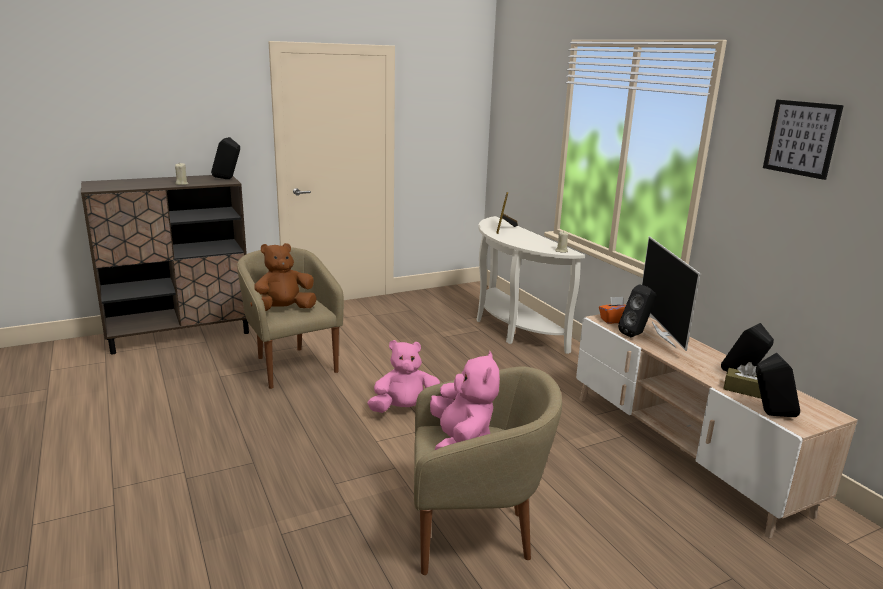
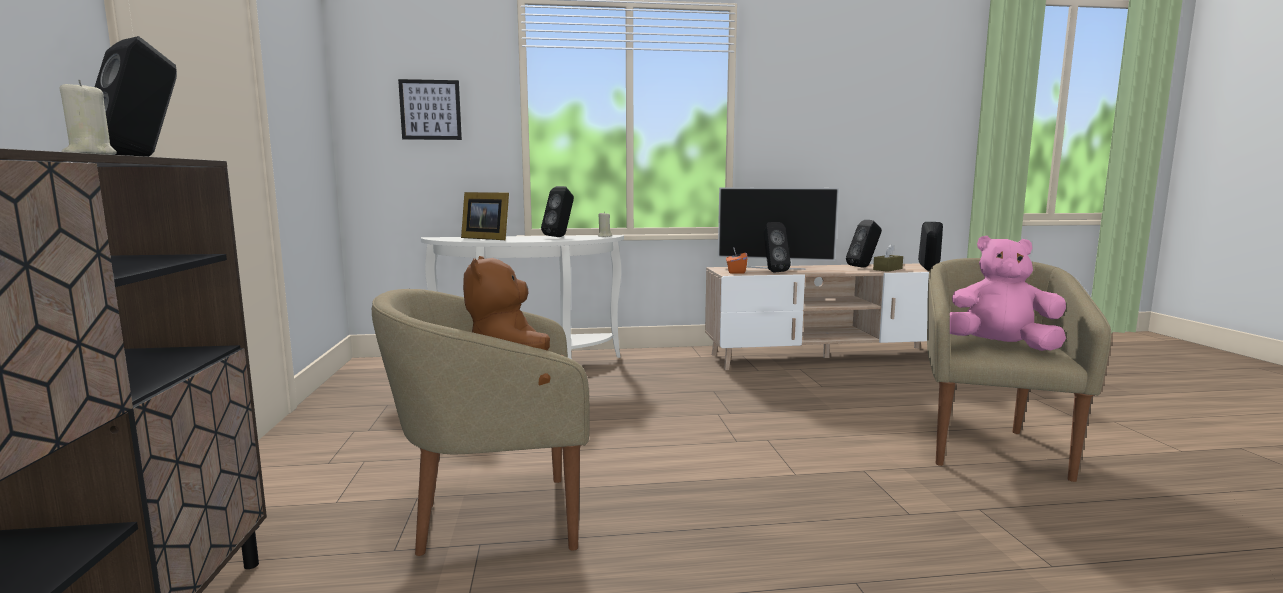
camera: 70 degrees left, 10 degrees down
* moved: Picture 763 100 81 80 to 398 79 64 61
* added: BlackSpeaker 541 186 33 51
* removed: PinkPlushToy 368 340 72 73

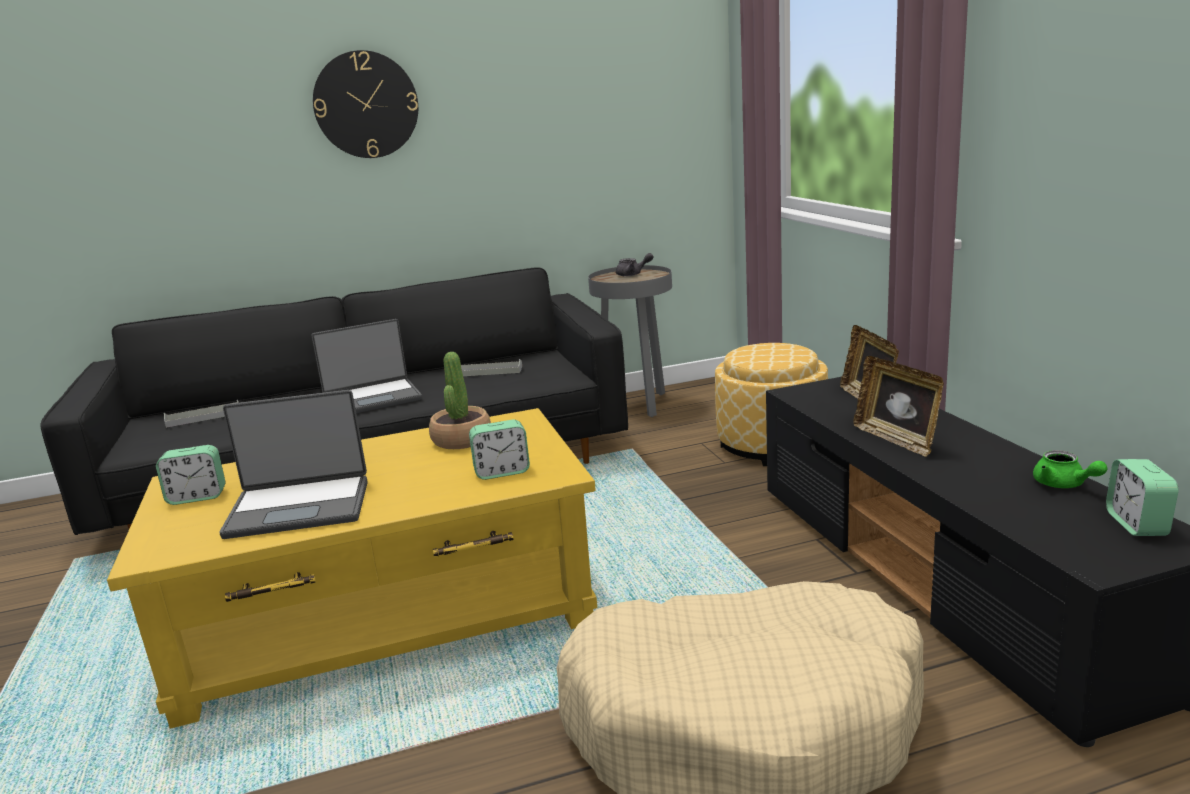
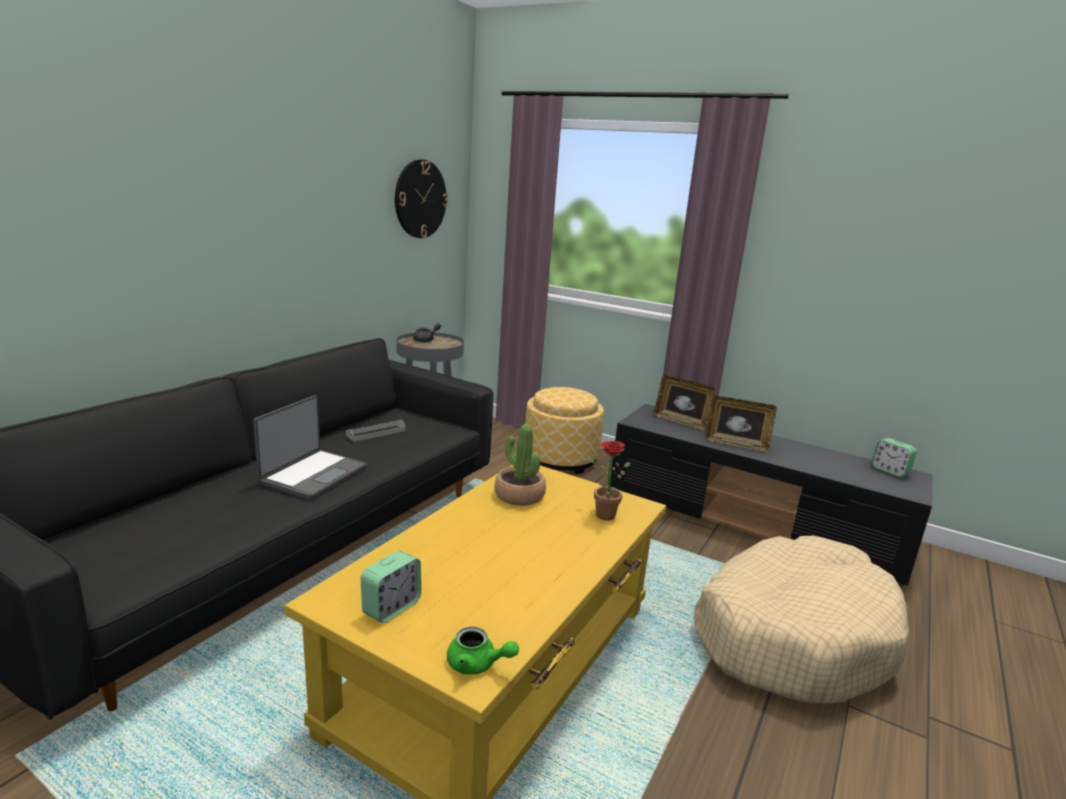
camera: 45 degrees left, 0 degrees up
* moved: WallClock 313 50 105 108 to 395 159 53 79
* moved: GreenTeapot 1033 450 74 38 to 447 626 72 49
* replaced: AlarmClock 469 420 61 60 to PottedPlant 587 441 44 79
* removed: GreyTray 164 400 75 28
* removed: Laptop 219 390 149 149

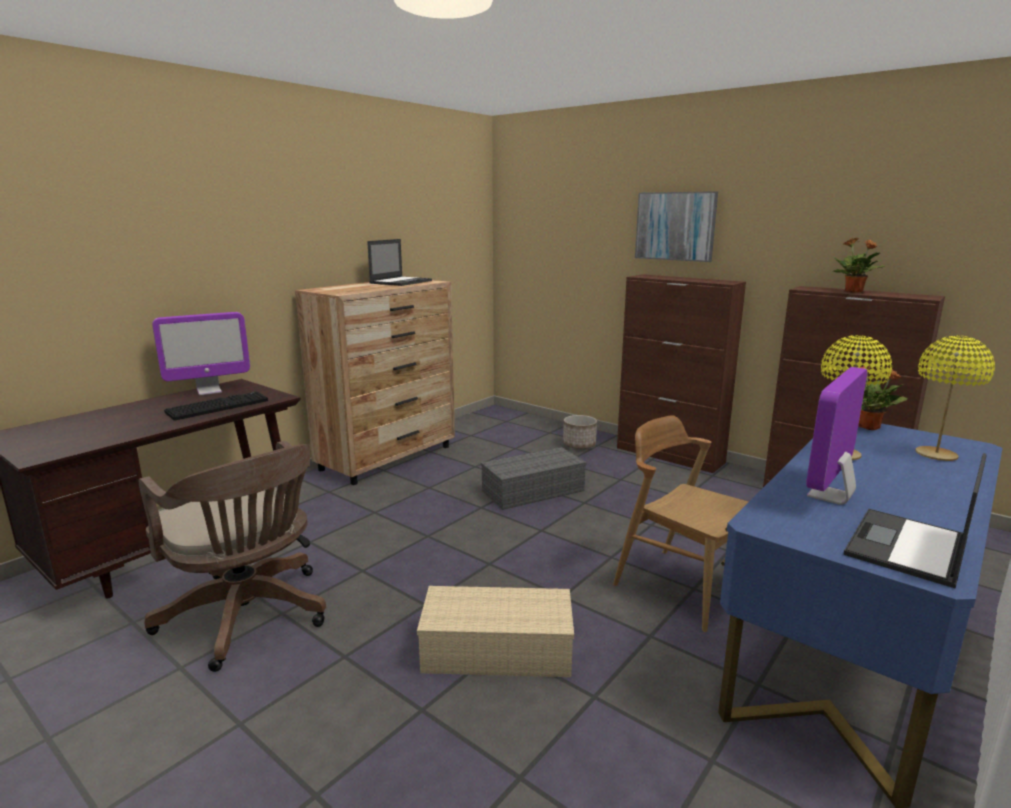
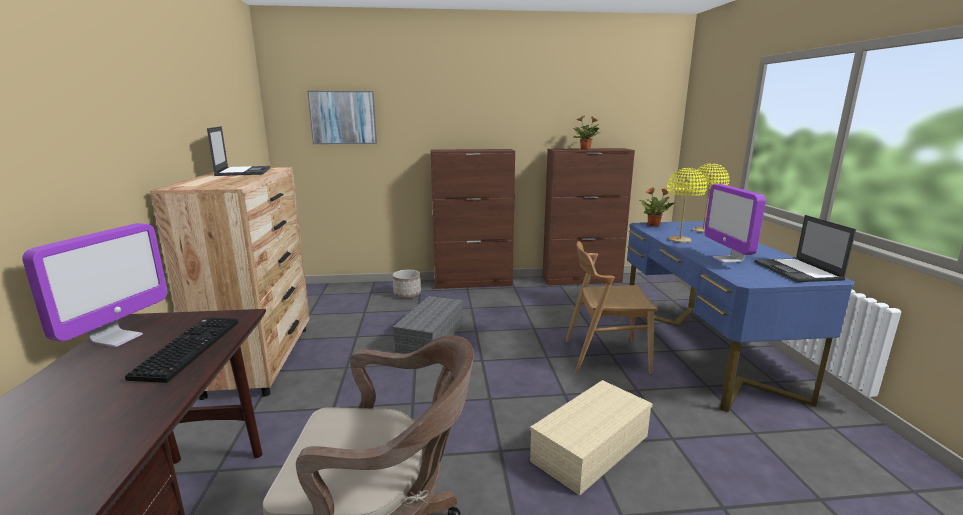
camera: 45 degrees left, 0 degrees up
* moved: Picture 635 191 83 71 to 307 91 70 53

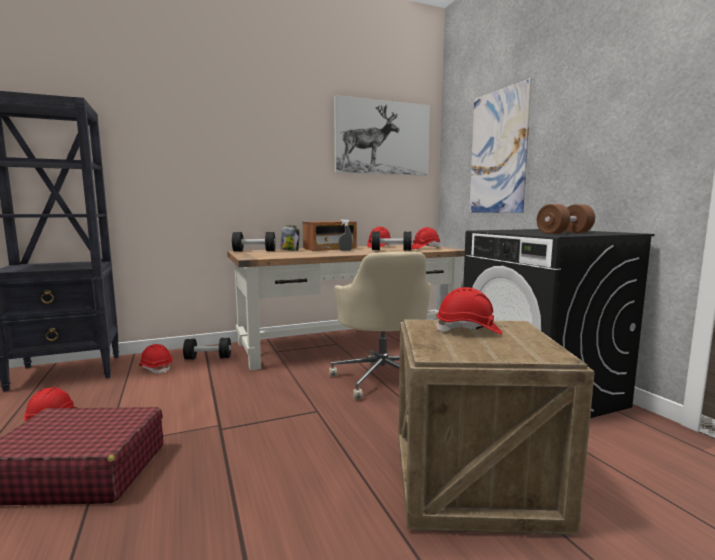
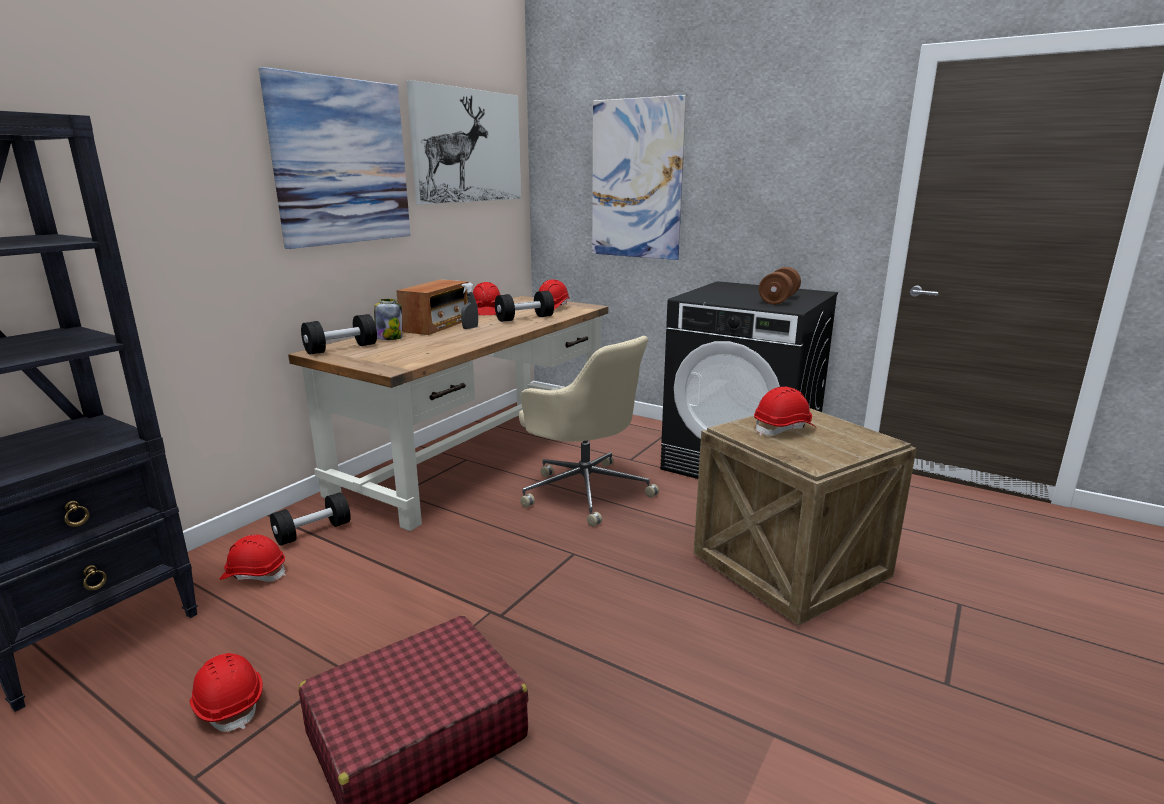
camera: 35 degrees left, 10 degrees up
* added: Picture 259 67 152 182

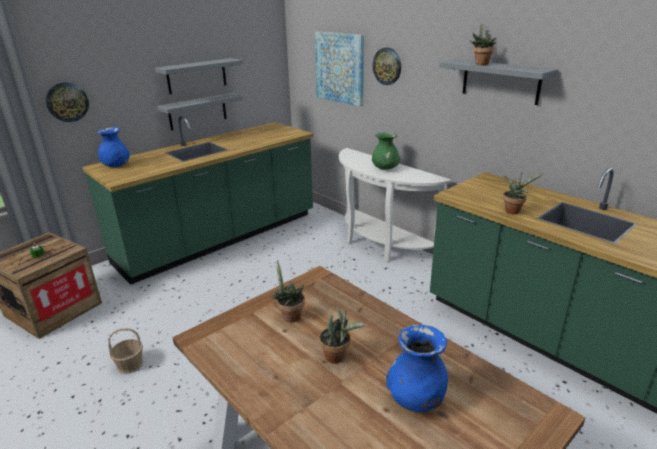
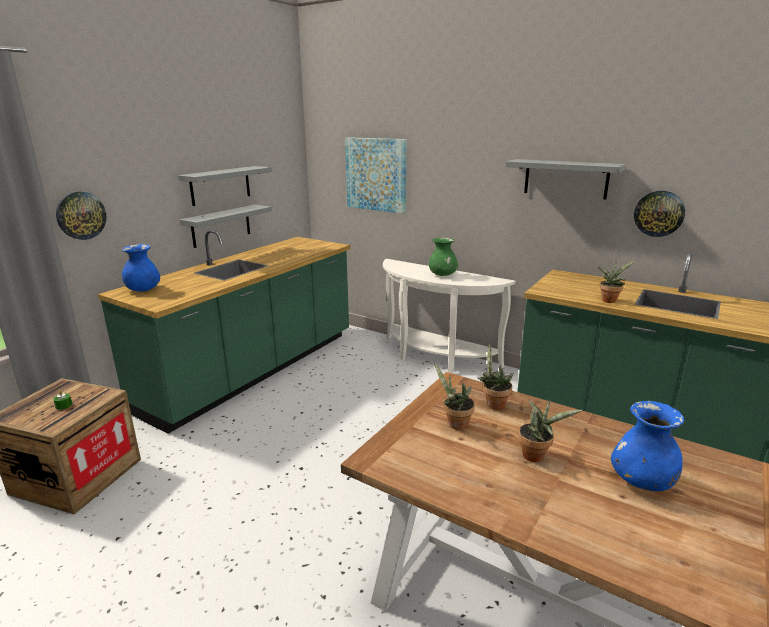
camera: 15 degrees left, 5 degrees down
* moved: PottedPlant 470 24 27 41 to 478 344 36 66
* moved: WallClock 373 48 28 37 to 634 191 51 46
* removed: Basket 108 328 35 46

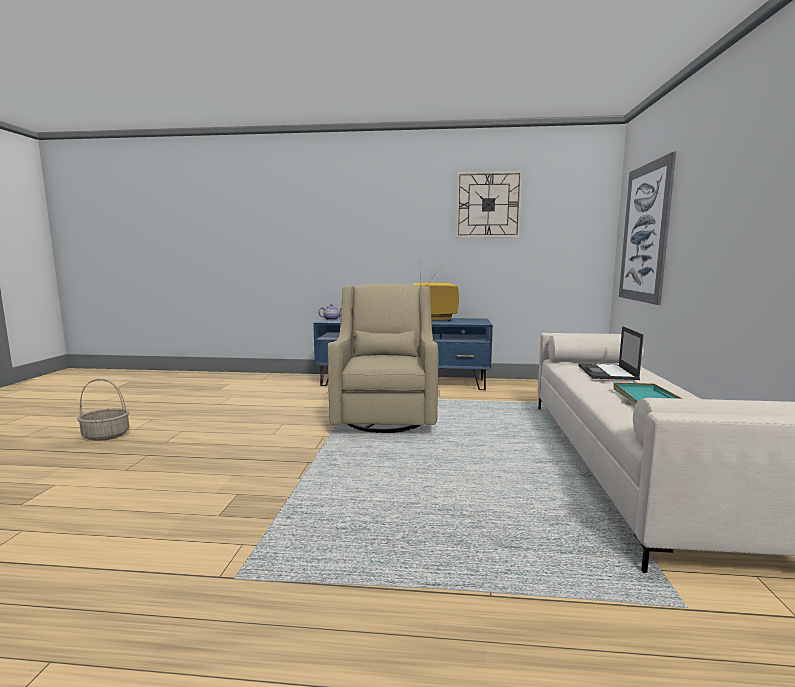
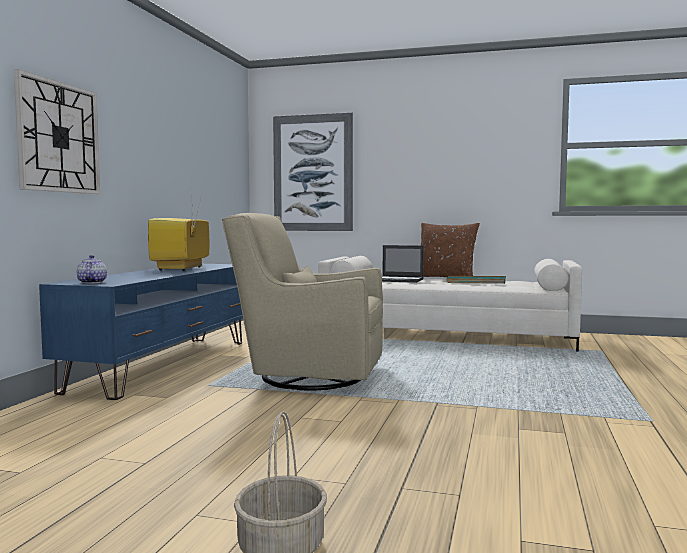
camera: 80 degrees left, 5 degrees down
* moved: WallClock 456 171 67 67 to 14 69 86 125
* added: BrownPillow 421 223 59 54

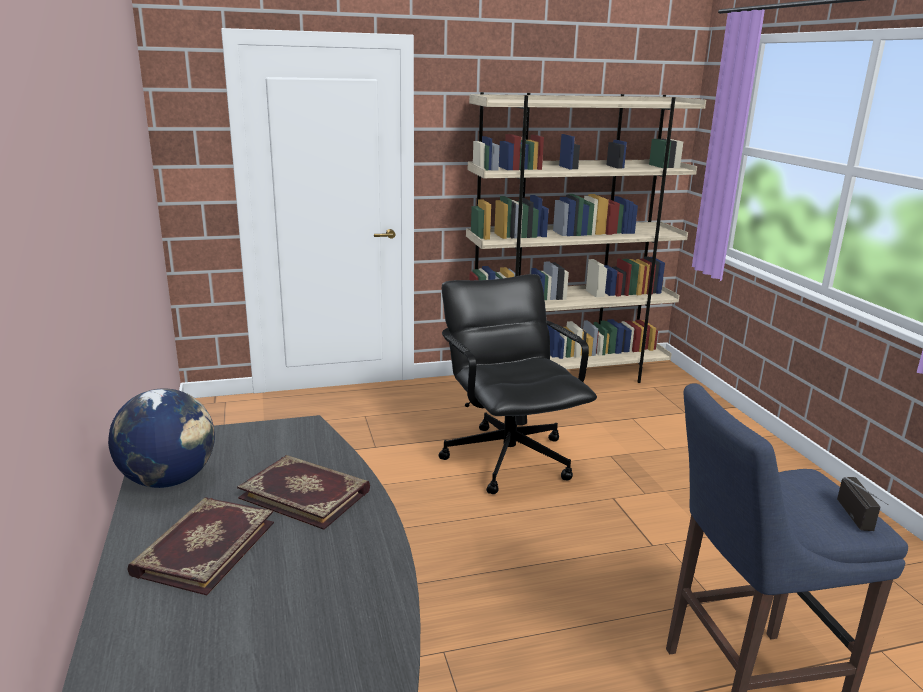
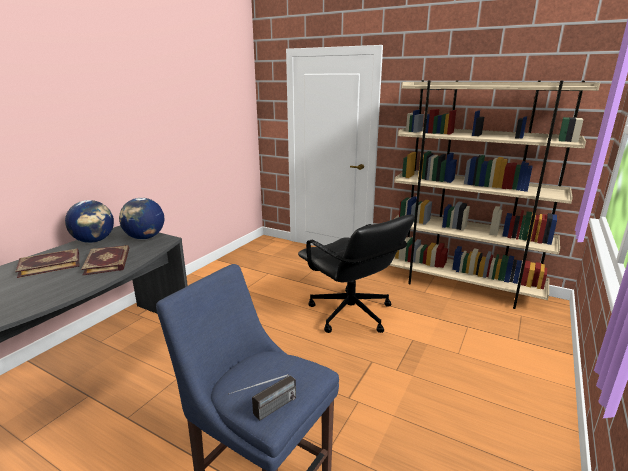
camera: 45 degrees right, 0 degrees up
* added: Globe 119 198 45 41
* turned: BlackOfficeChair 439 274 158 220 = 298 215 117 118 120 degrees clockwise

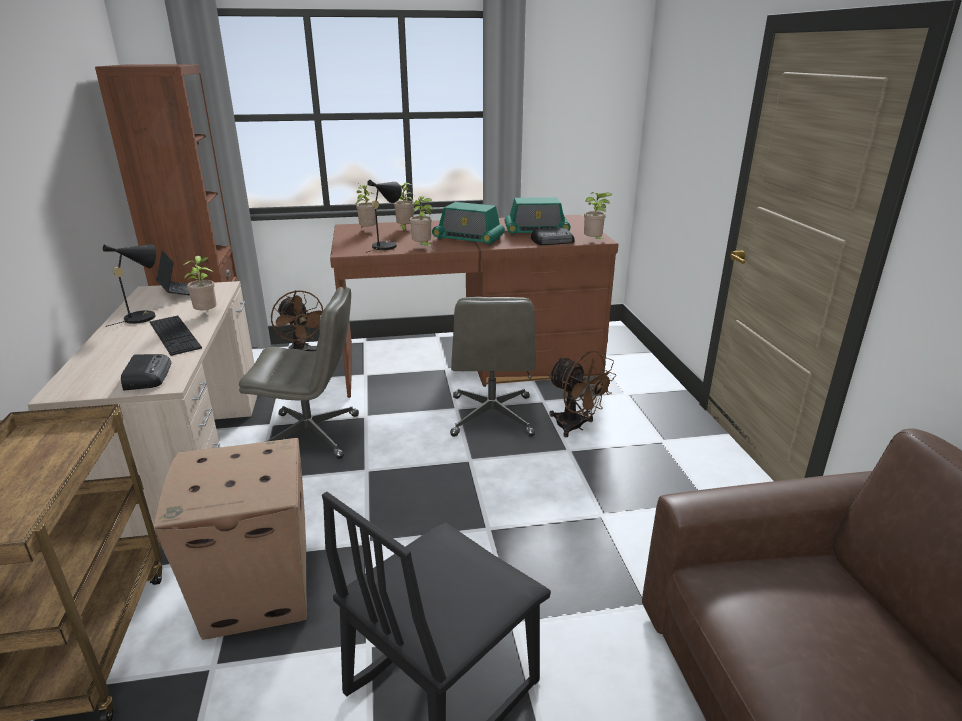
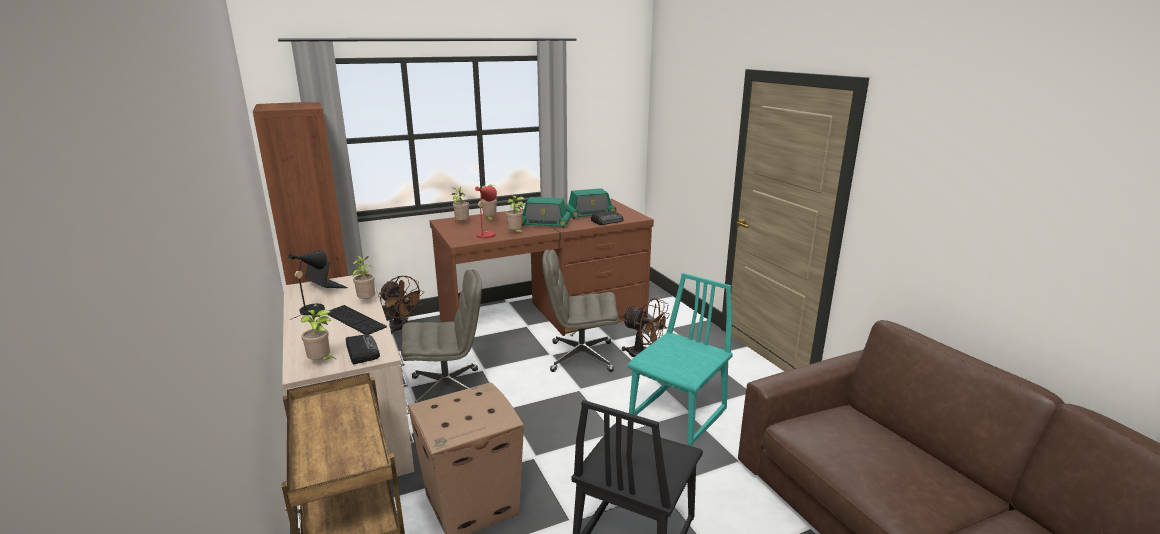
camera: 15 degrees left, 5 degrees down
* moved: PottedPlant 584 192 29 48 to 301 310 35 50
* recoloured: BlackTableLamp 366 180 36 73 to RedTableLamp 475 186 22 55
* turned: GreyOfficeChair 450 297 86 140 = 542 249 77 123 105 degrees clockwise
* added: TurquoiseChair 627 273 106 173

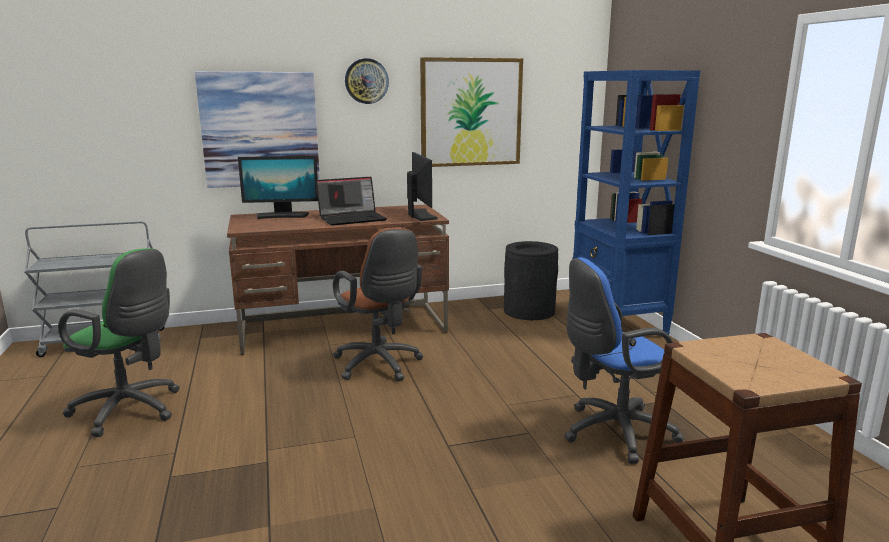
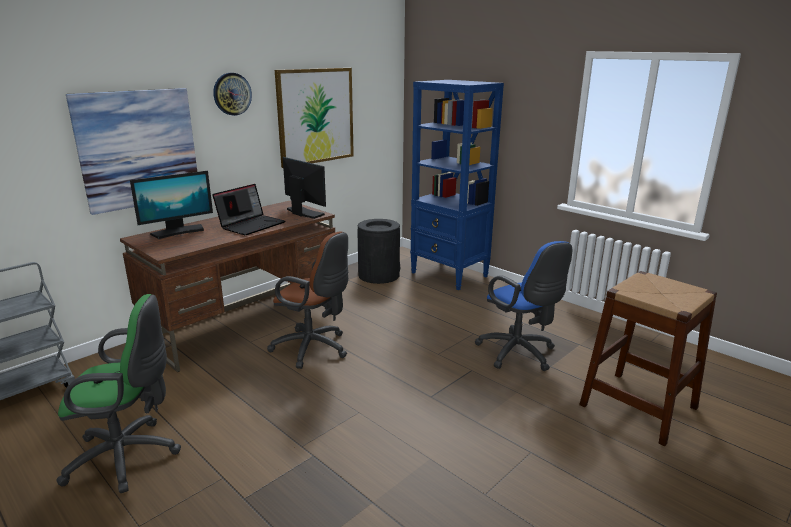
camera: 30 degrees left, 5 degrees up
* turned: BlueOfficeChair 564 257 120 207 = 475 241 97 130 75 degrees counterclockwise

